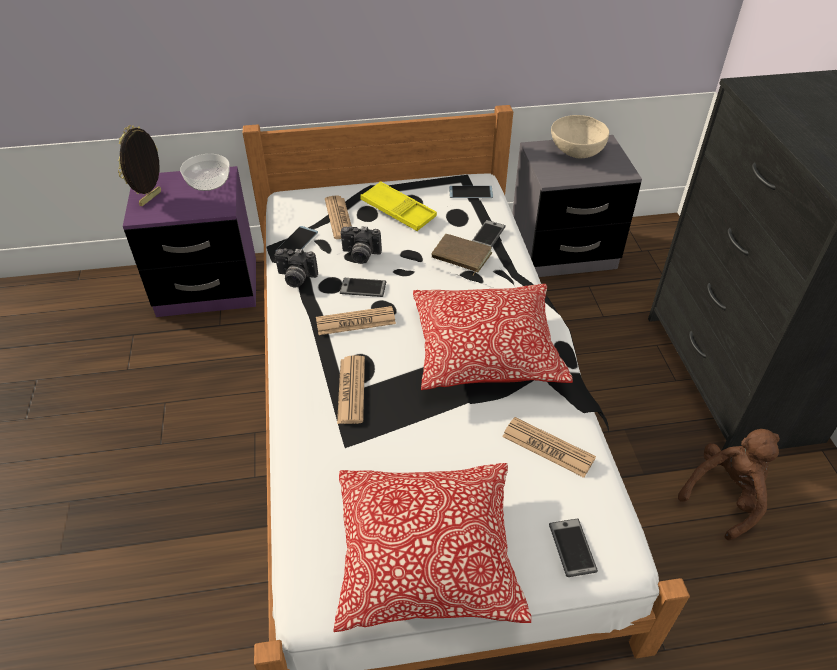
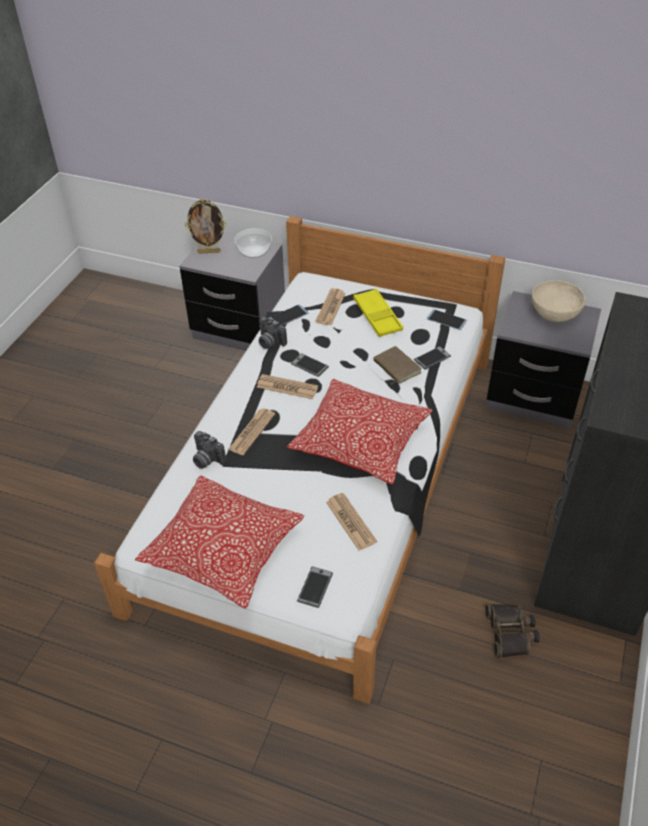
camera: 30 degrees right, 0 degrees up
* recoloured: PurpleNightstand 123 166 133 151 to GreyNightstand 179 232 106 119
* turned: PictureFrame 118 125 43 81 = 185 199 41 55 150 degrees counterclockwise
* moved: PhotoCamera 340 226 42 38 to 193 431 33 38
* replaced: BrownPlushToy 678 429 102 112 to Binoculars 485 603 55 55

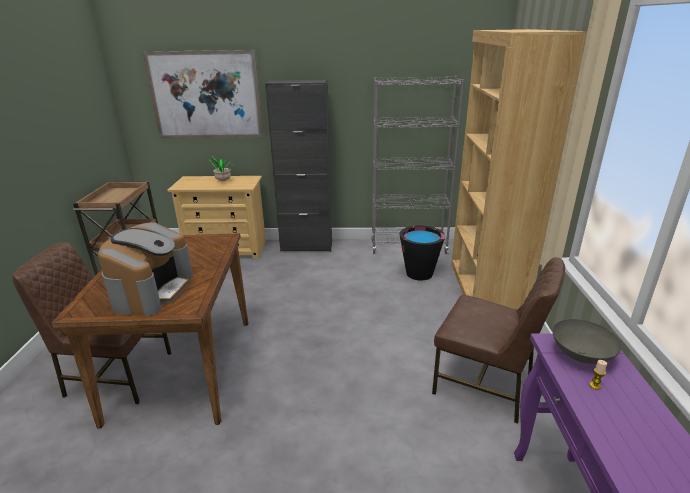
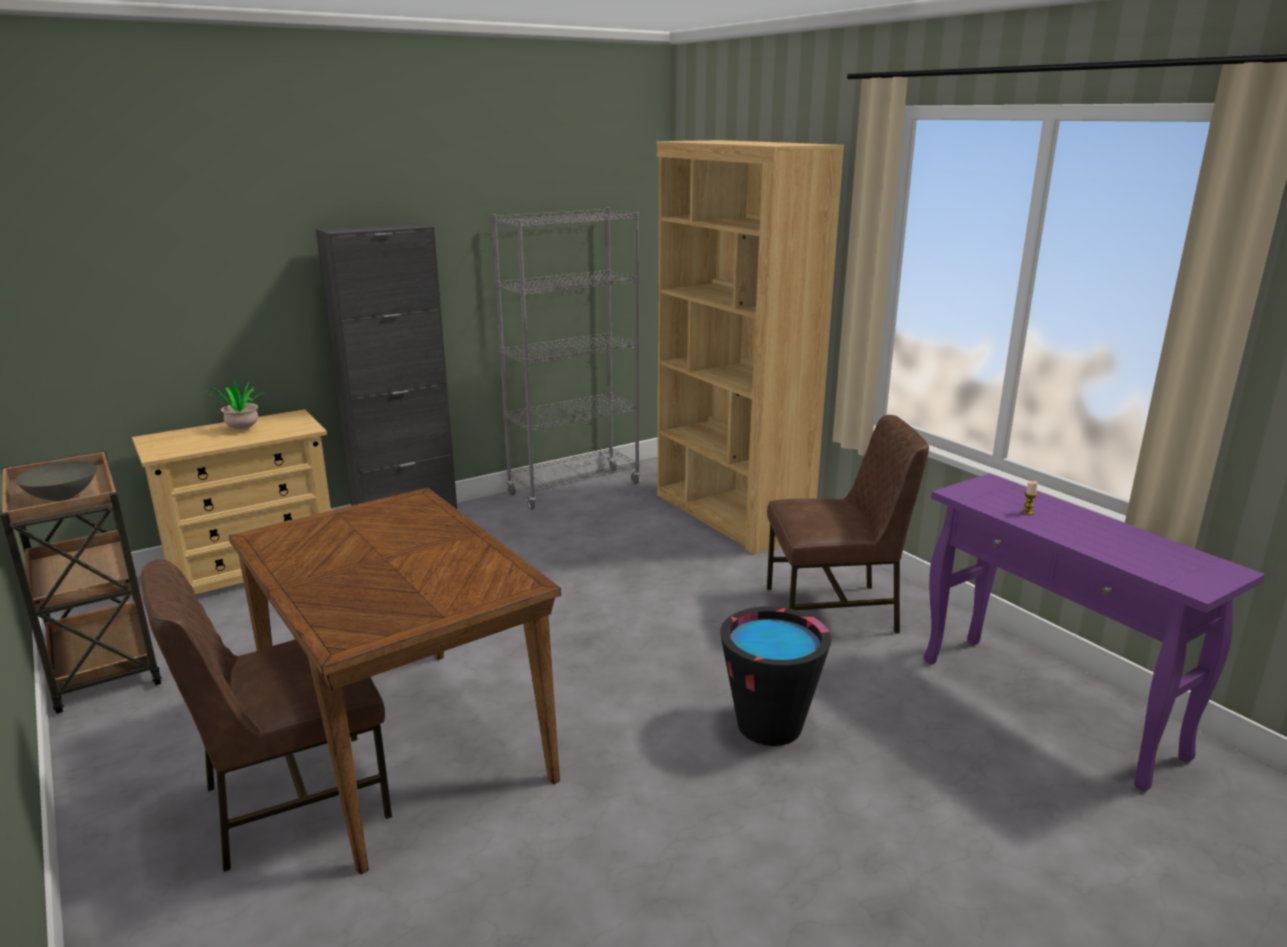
camera: 35 degrees left, 5 degrees down
* moved: GreyBowl 553 319 69 45 to 16 461 80 41
* moved: BlackBucket 399 225 46 55 to 720 606 111 140
* removed: CoffeeMachine 98 222 95 94
* removed: Picture 143 50 120 88

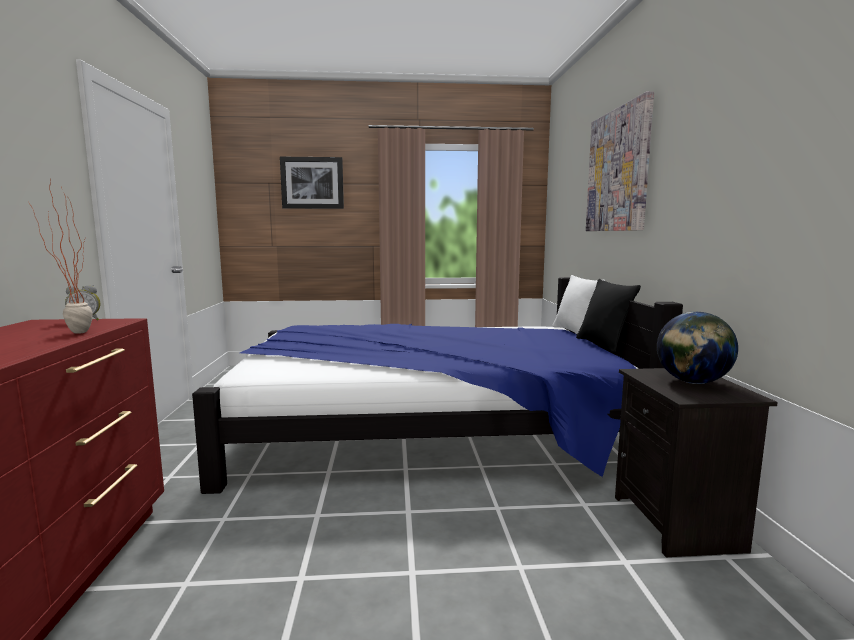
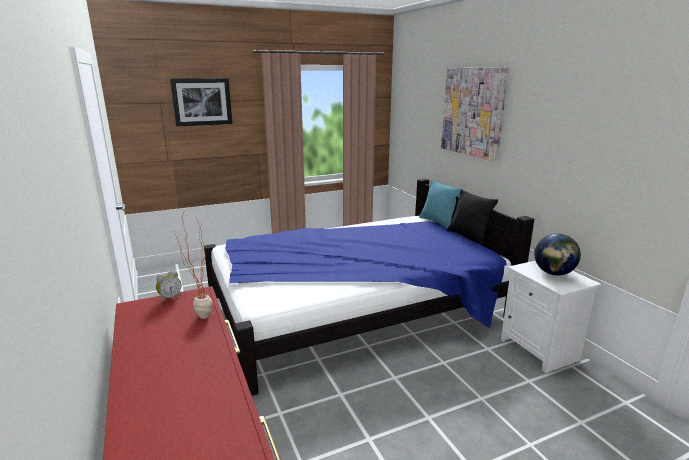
camera: 20 degrees left, 10 degrees up
* recoloured: WhitePillow 552 275 53 59 to TurquoisePillow 419 180 44 49
* recoloured: BlackNightstand 615 368 163 189 to WhiteNightstand 501 261 100 112

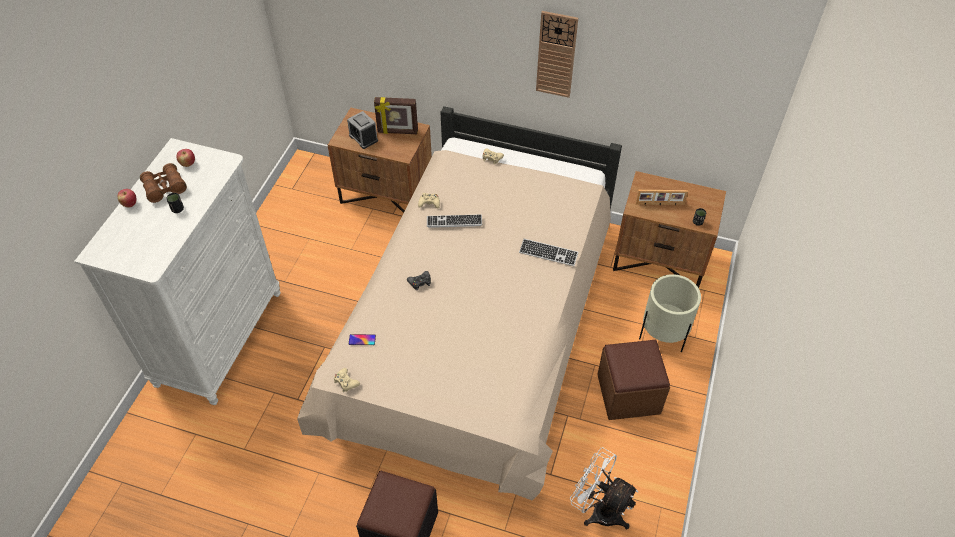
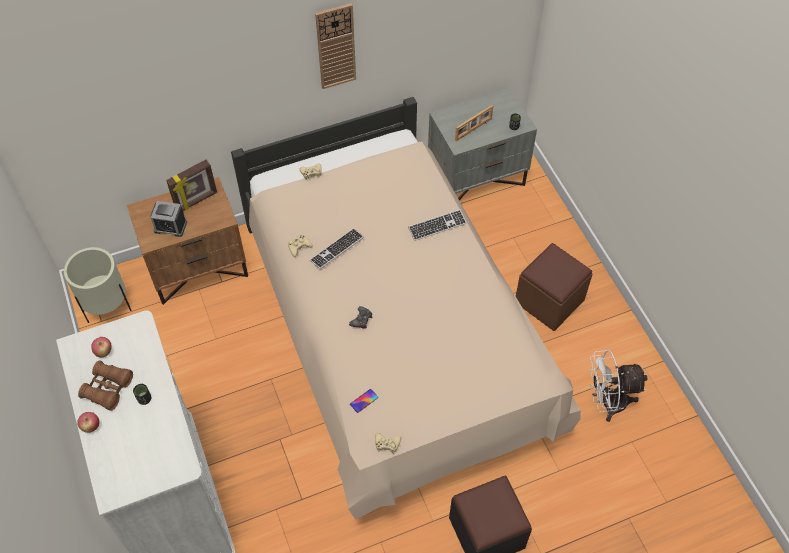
camera: 40 degrees left, 5 degrees up
* moved: BeigePlanter 639 274 62 78 to 64 247 67 76
* recoloured: BrownNightstand 613 171 113 117 to GreyNightstand 428 88 109 112

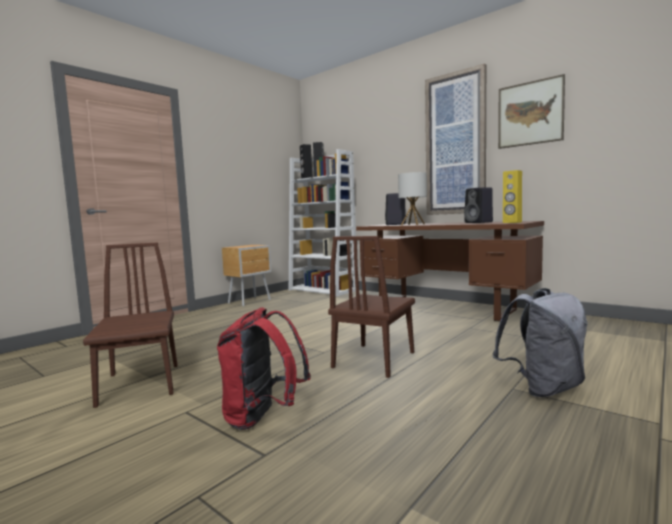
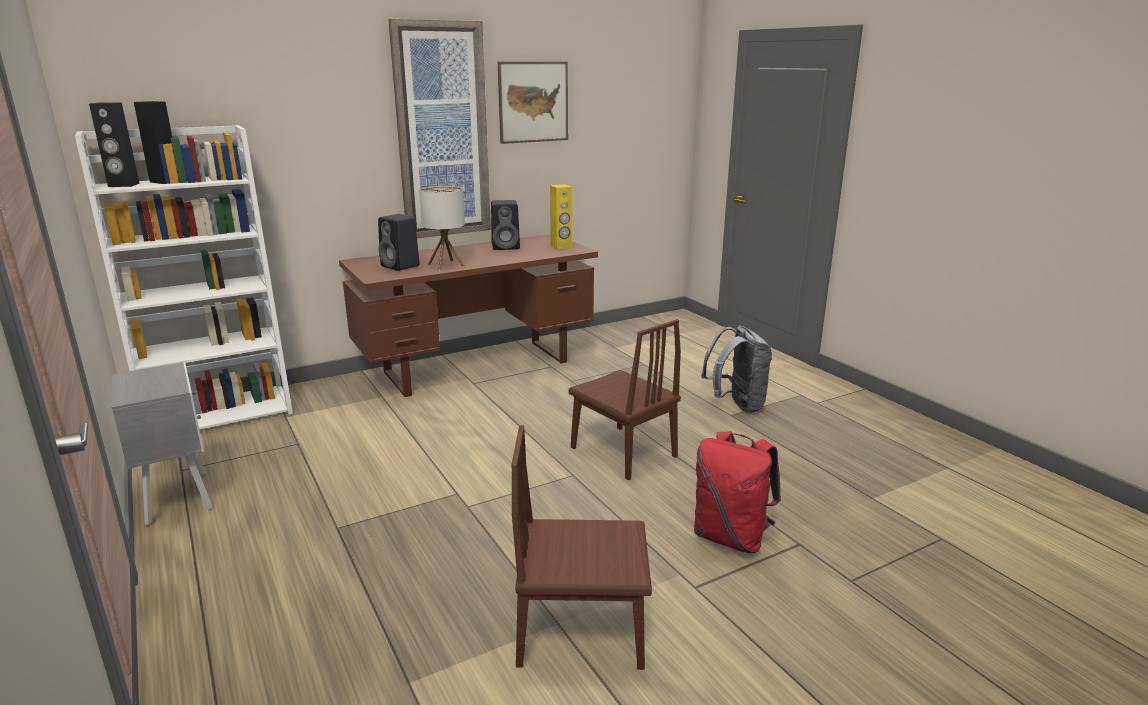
camera: 70 degrees left, 15 degrees up
* recoloured: BrownNightstand 222 245 49 62 to GreyNightstand 112 362 101 164

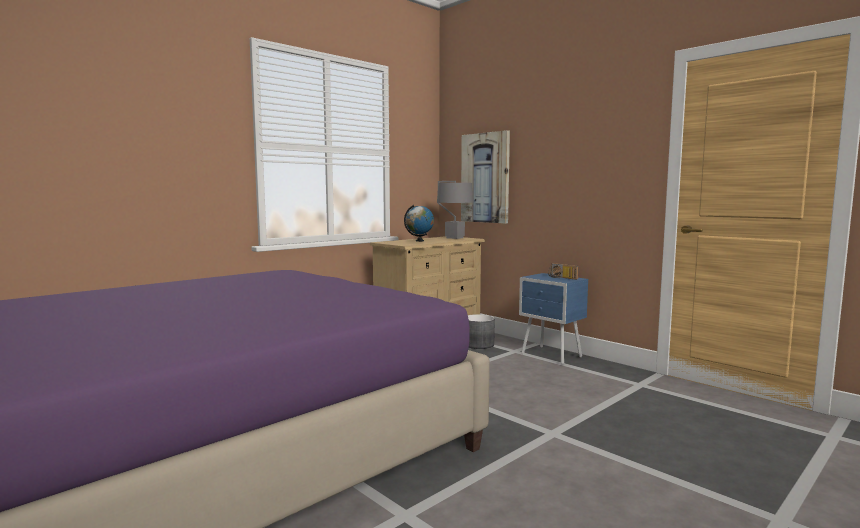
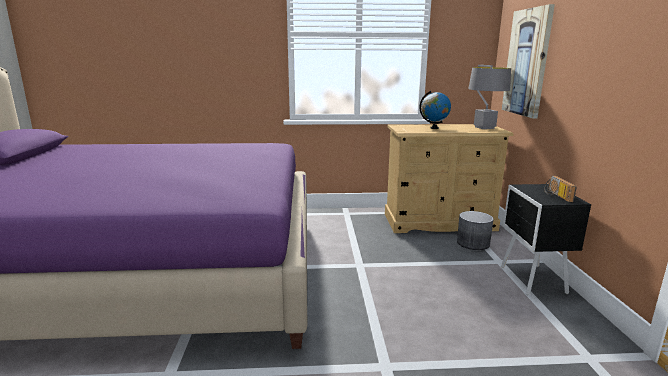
camera: 40 degrees right, 10 degrees up
* recoloured: BlueNightstand 519 273 69 92 to BlackNightstand 501 184 90 111

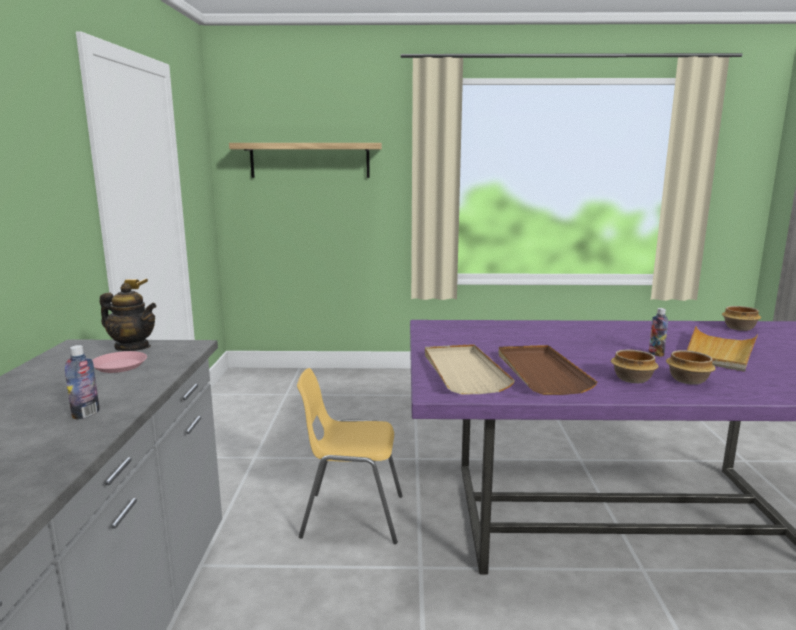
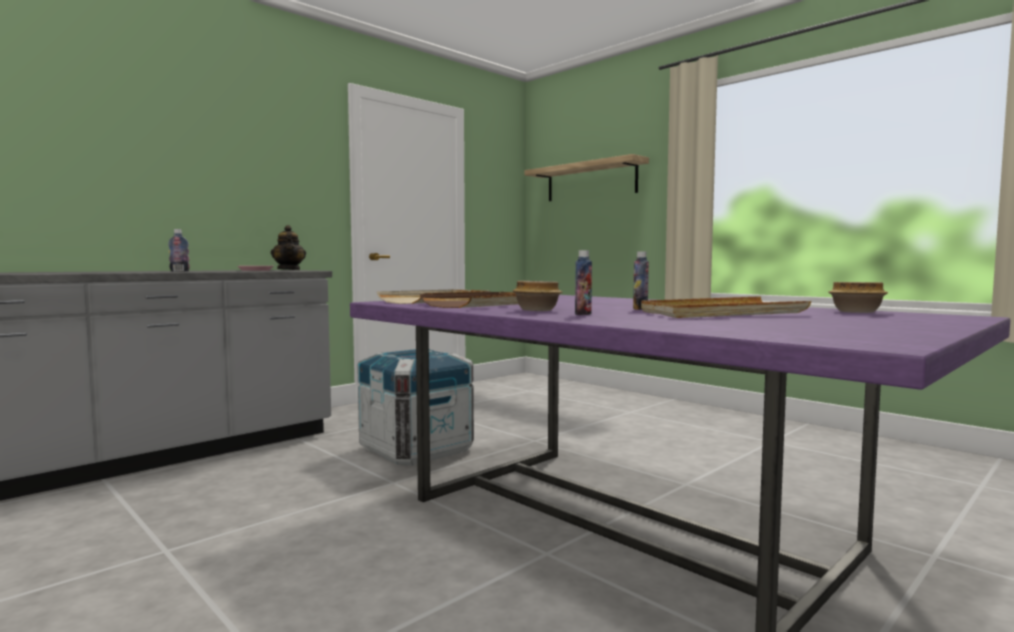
camera: 45 degrees right, 10 degrees down
* replaced: YellowChair 297 368 106 176 to Crate 357 349 117 116
* replaced: Bowl 666 350 50 35 to Bottle 575 250 17 65

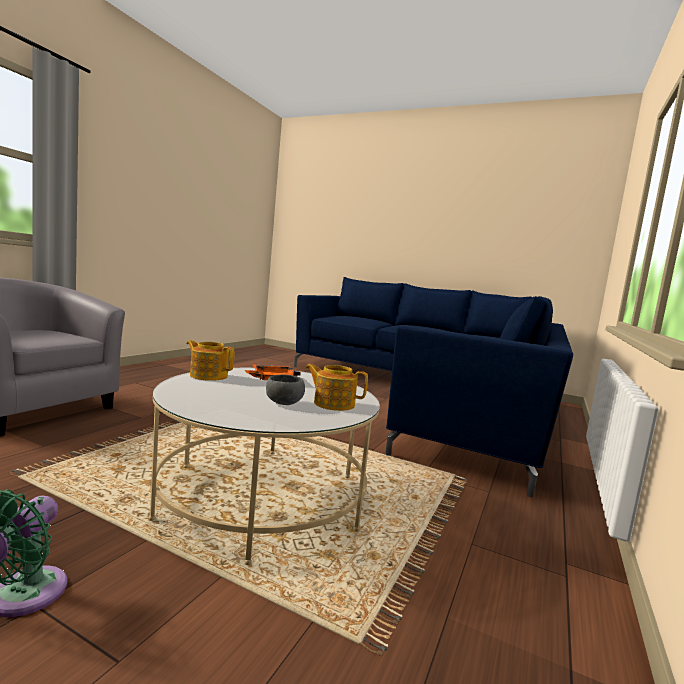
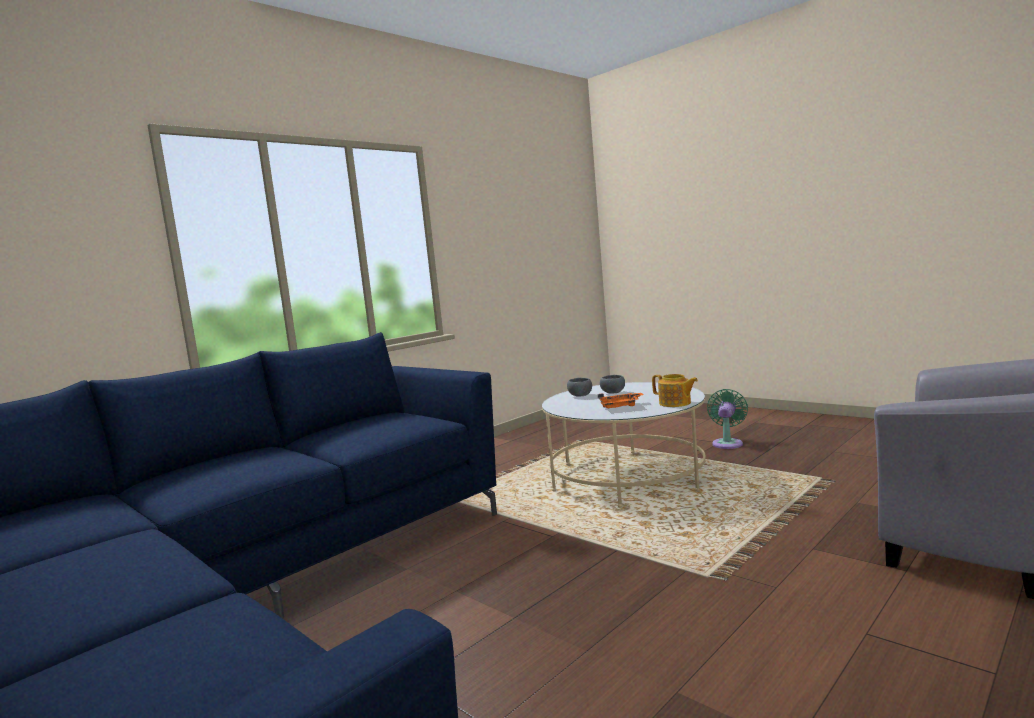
camera: 160 degrees left, 0 degrees up
* replaced: Teapot 306 364 62 47 to GreyBowl 567 378 25 19

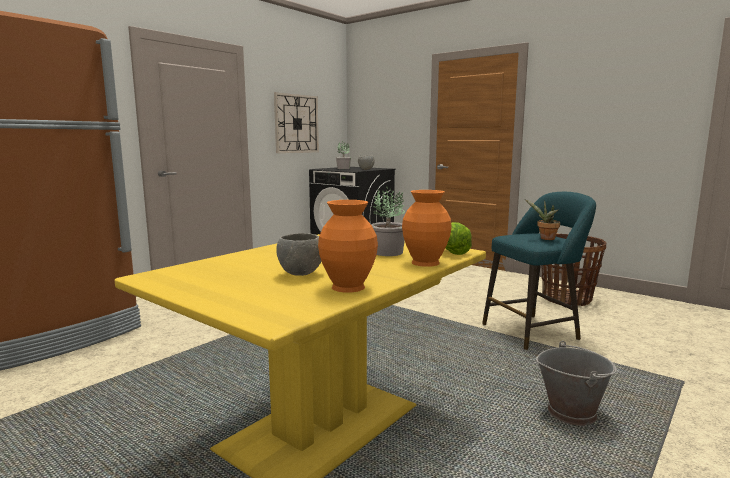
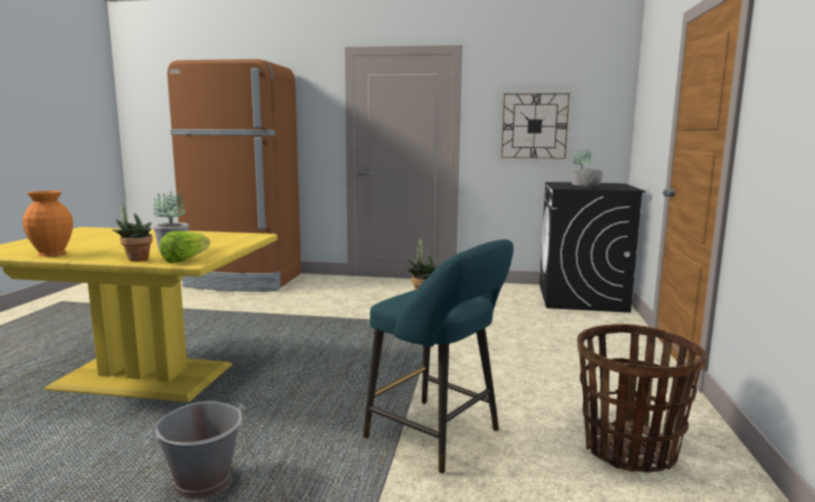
camera: 60 degrees right, 0 degrees up
* replaced: OrangeVase 402 190 50 77 to PottedPlant 113 204 40 58
* removed: GreyBowl 276 233 45 43

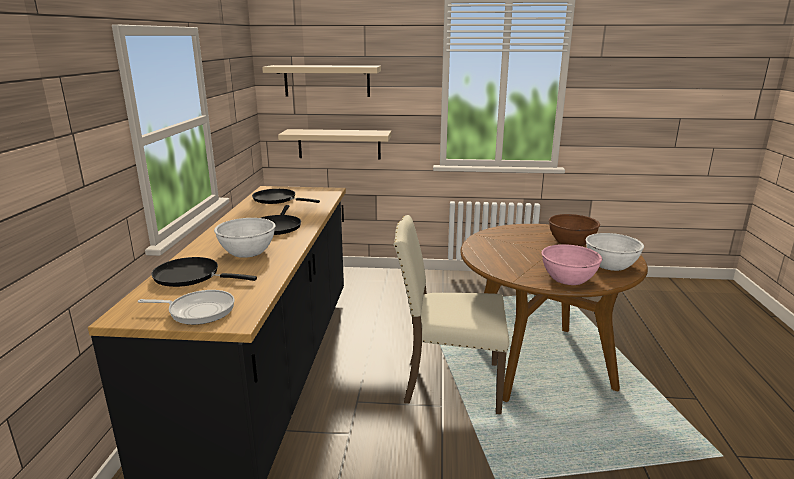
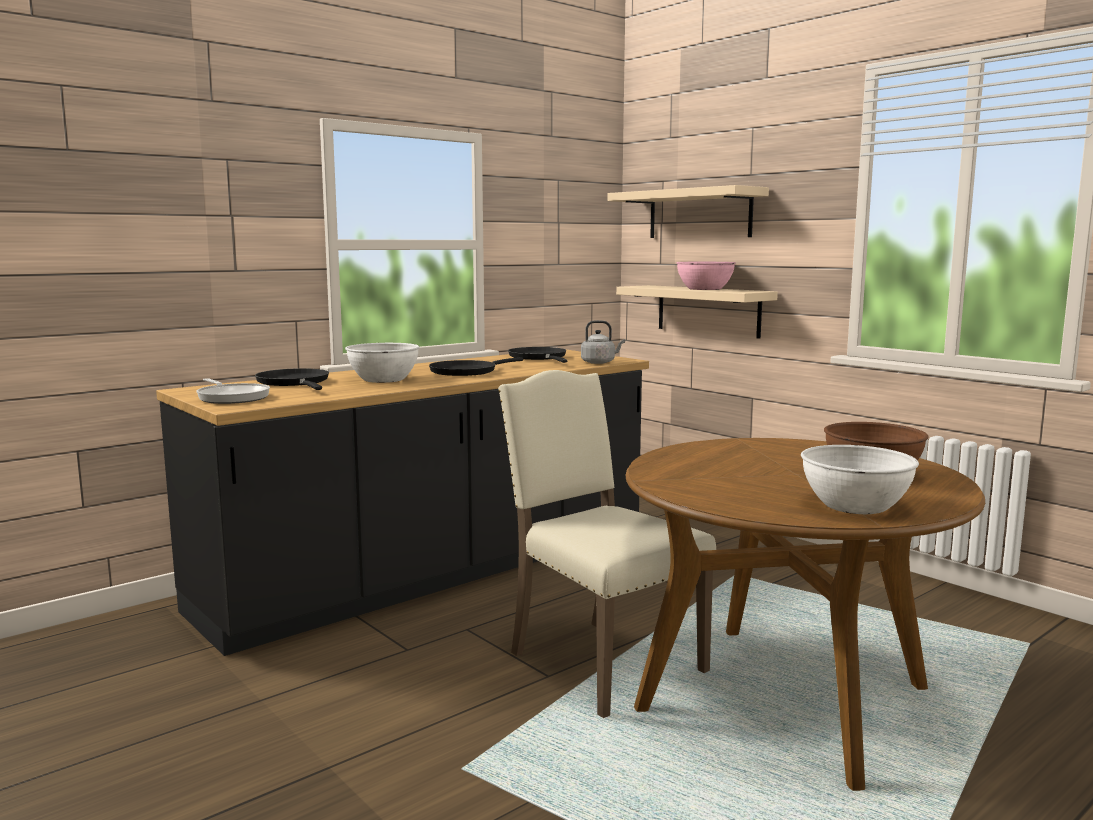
camera: 45 degrees right, 10 degrees down
* added: GreyKettle 581 320 44 44
* moved: PinkBowl 542 244 60 41 to 676 262 60 28

